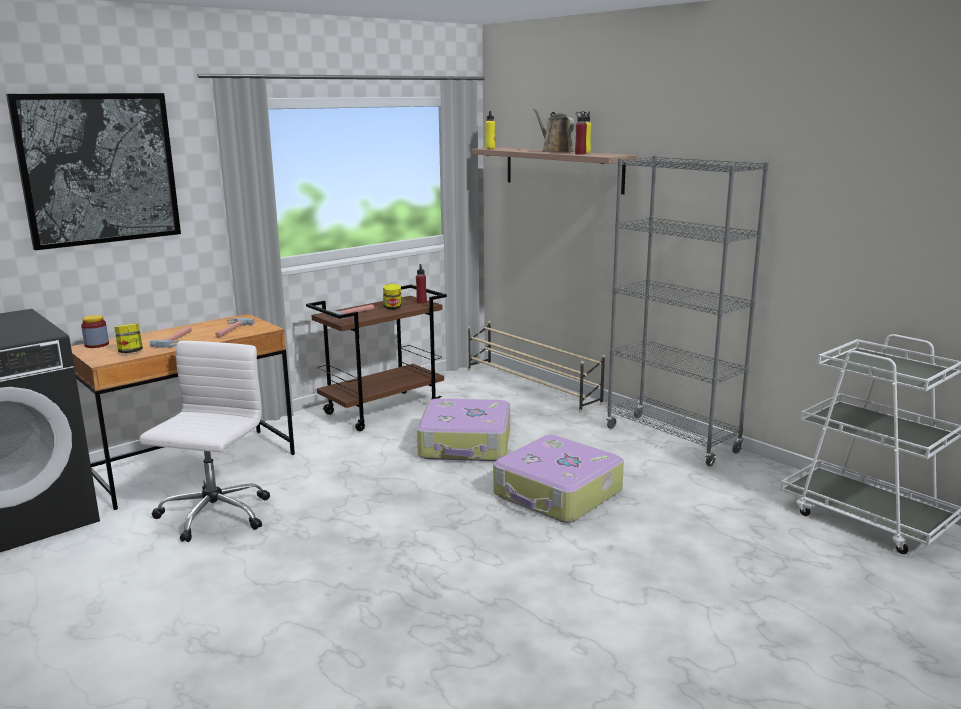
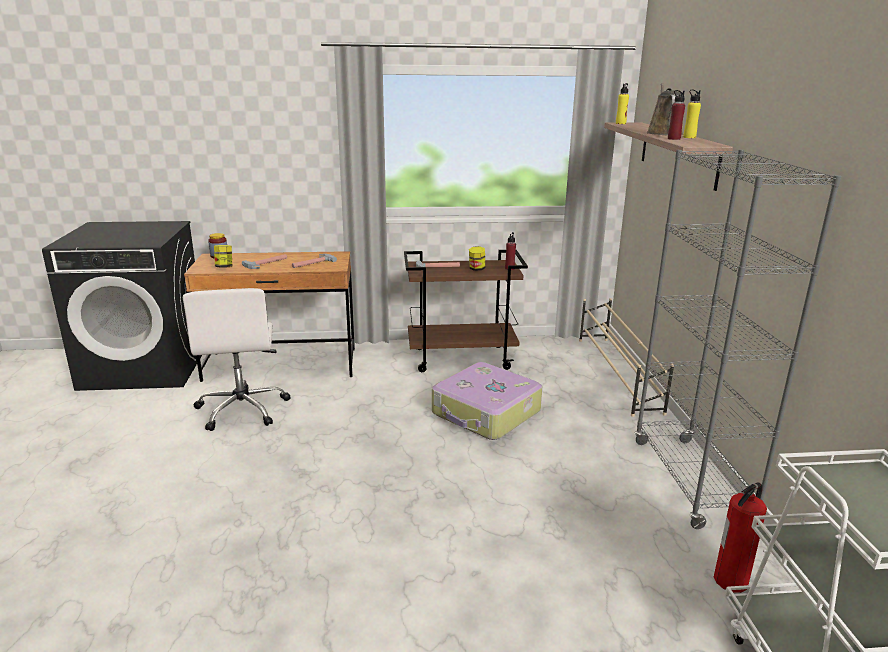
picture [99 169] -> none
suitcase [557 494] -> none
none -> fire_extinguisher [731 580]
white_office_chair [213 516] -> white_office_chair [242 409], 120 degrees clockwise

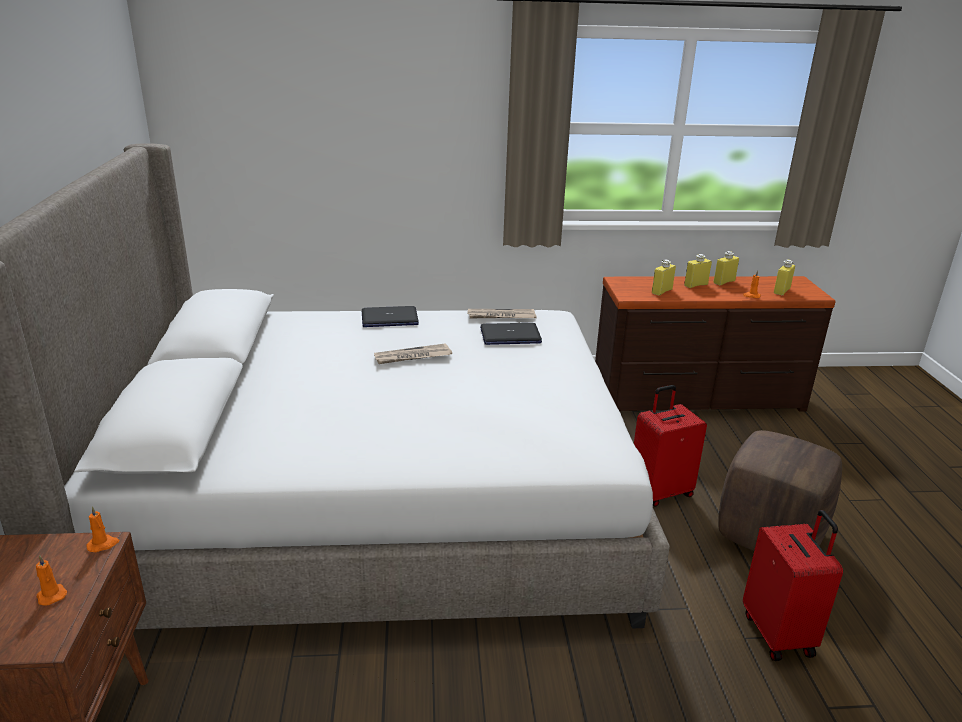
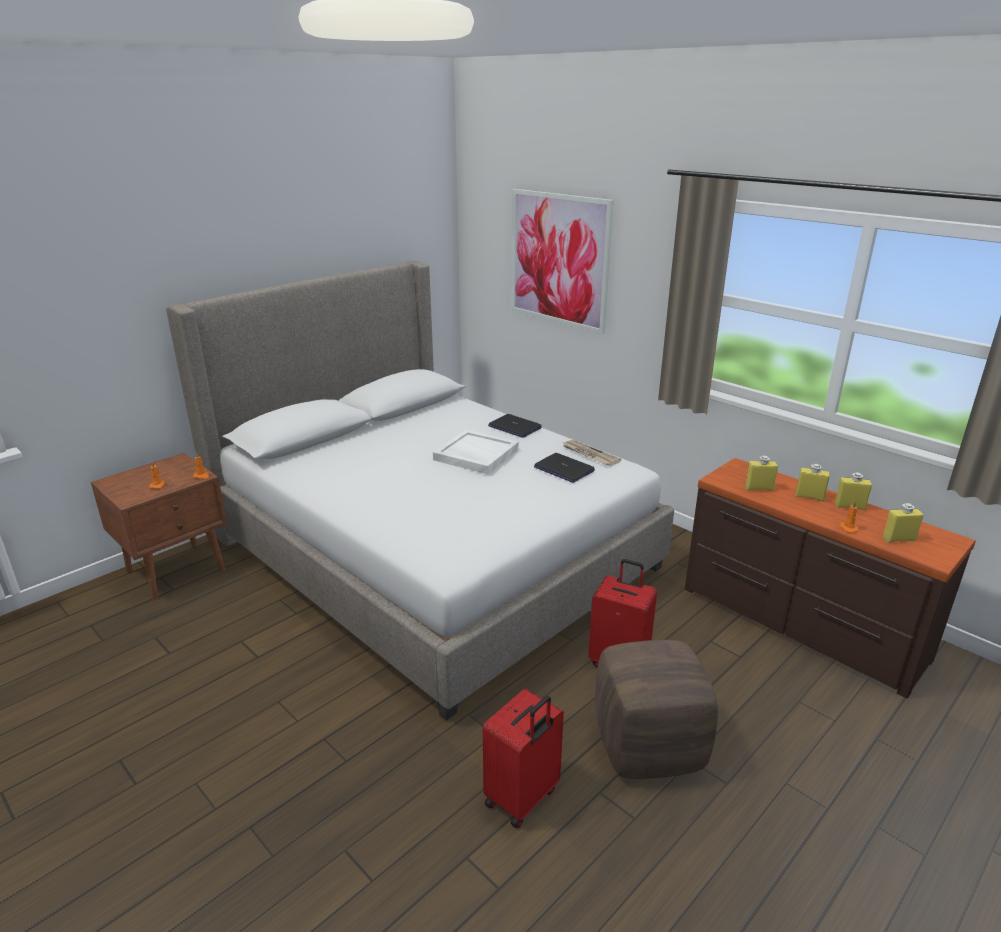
none -> picture [558 260]
newspaper [412 357] -> white_tray [475 455]

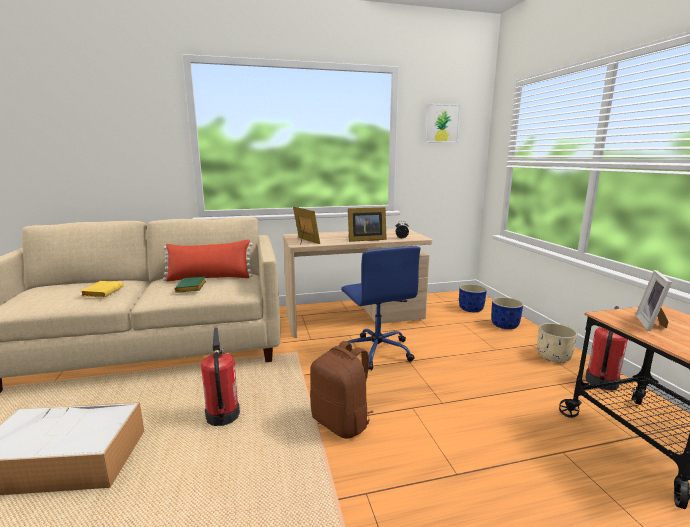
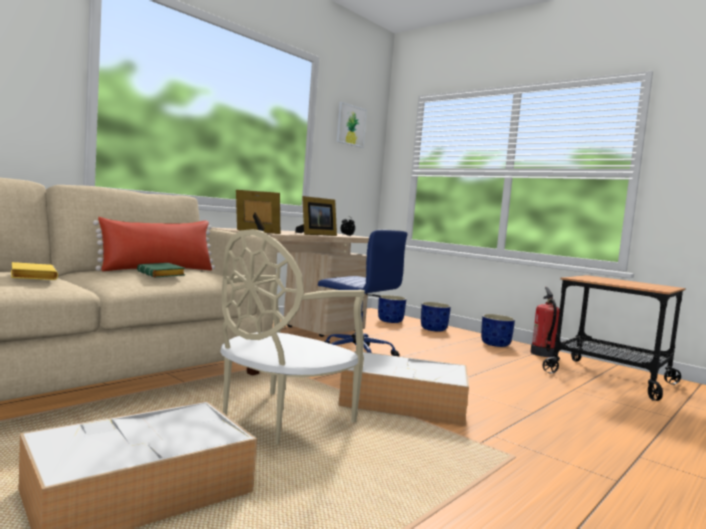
picture_frame [652 324] -> none
fire_extinguisher [222 417] -> beige_chair [280 420]
brown_backpack [342 422] -> storage_box [405 402]
beige_planter [554 357] -> blue_planter [495 344]

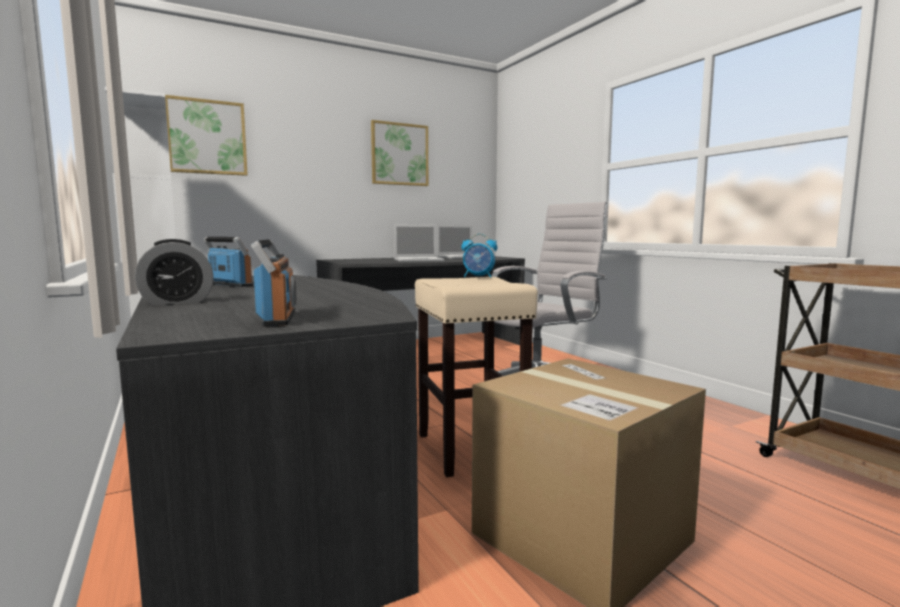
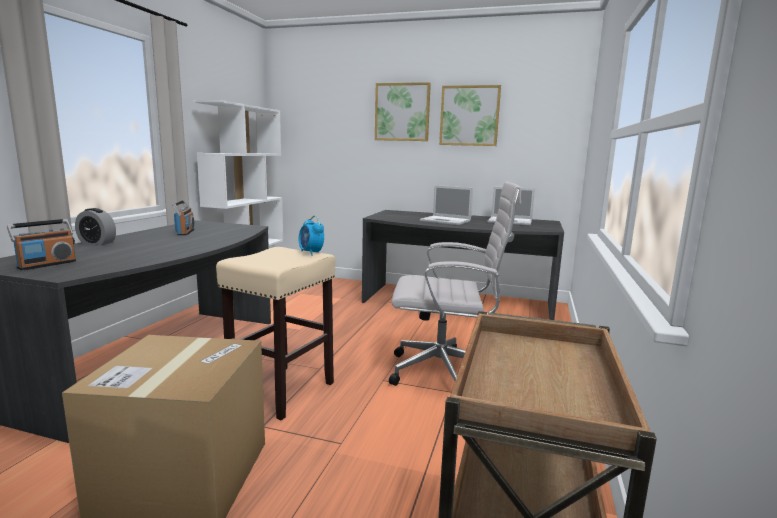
picture [207 137] -> picture [402 112], move

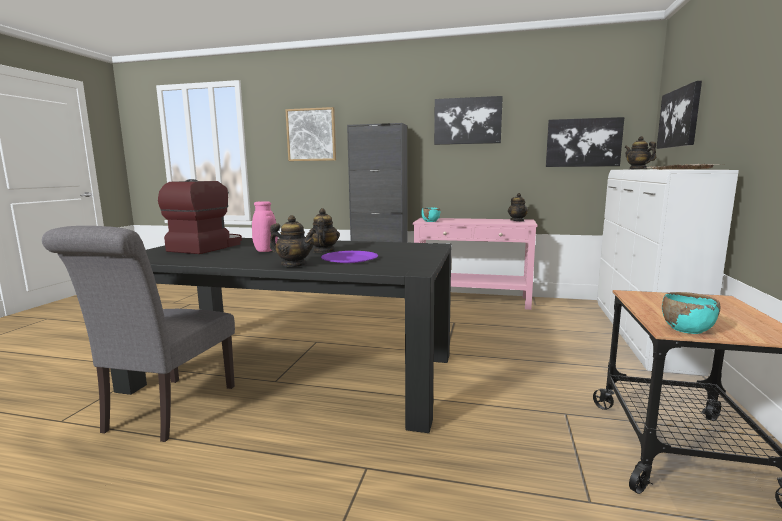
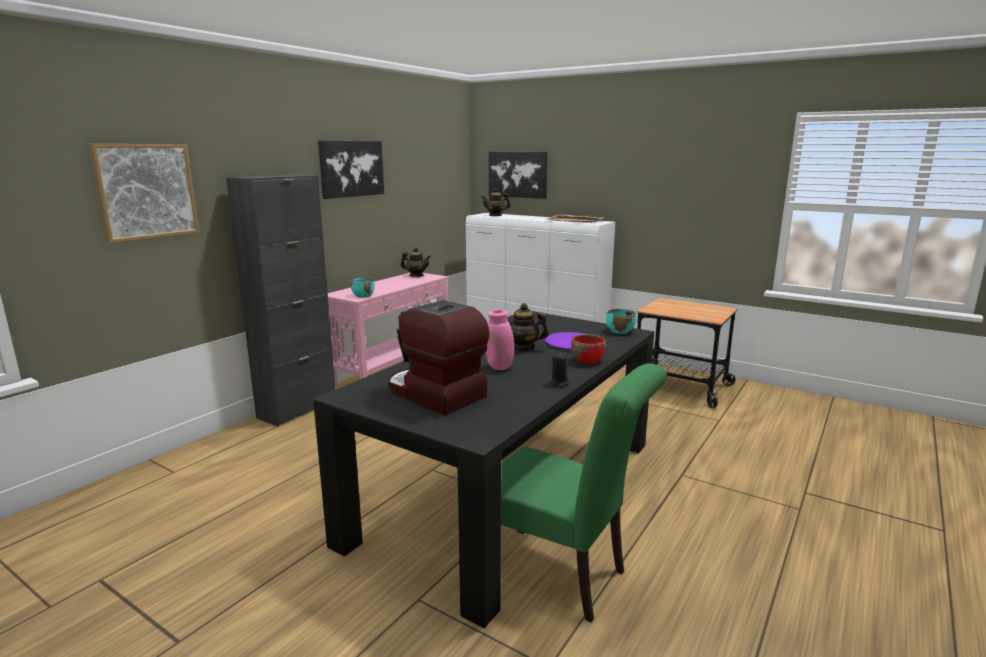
picture [583 142] -> none
none -> black_candle [559 383]
turquoise_bowl [686 329] -> turquoise_bowl [619 331], move
teapot [294 265] -> red_bowl [587 361]
grey_chair [166 411] -> green_chair [560 575]

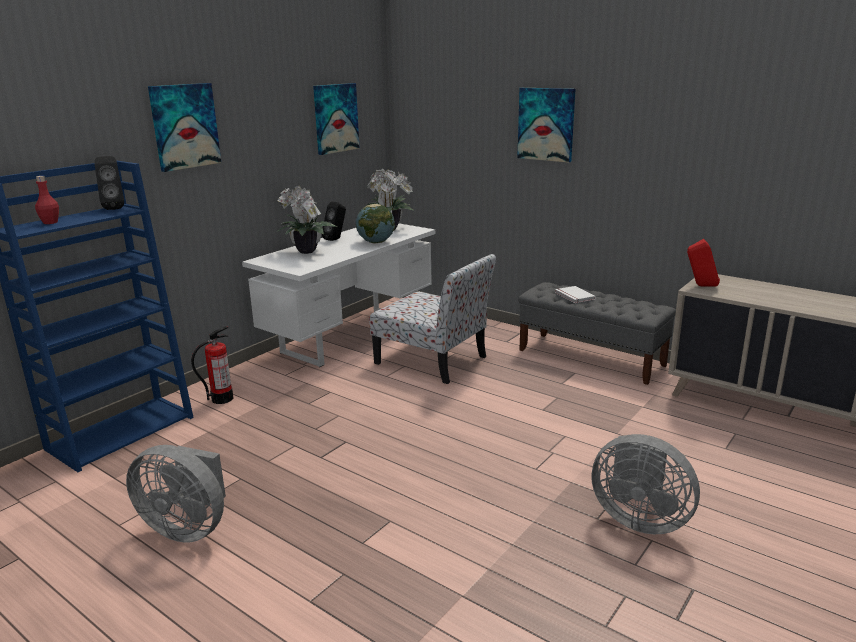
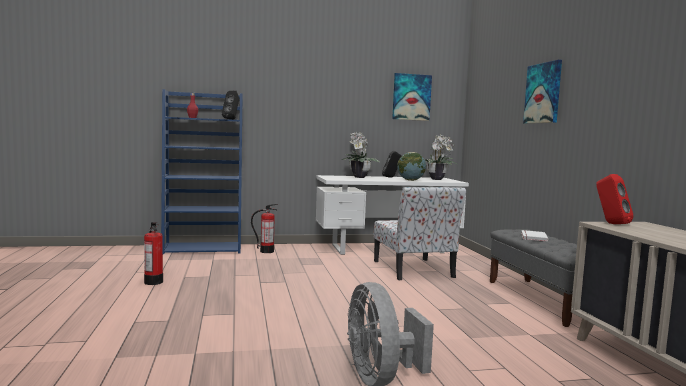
picture [184 126] -> none
grey_fan [188 527] -> fire_extinguisher [153 282]

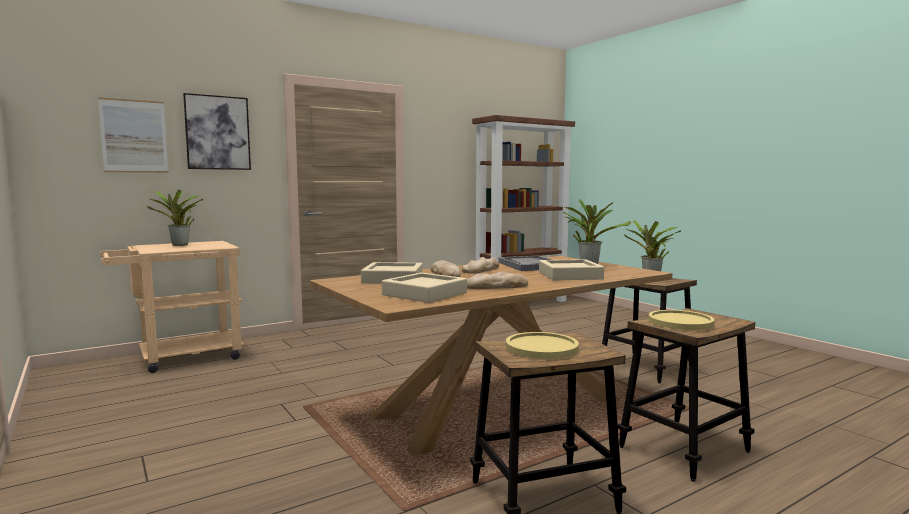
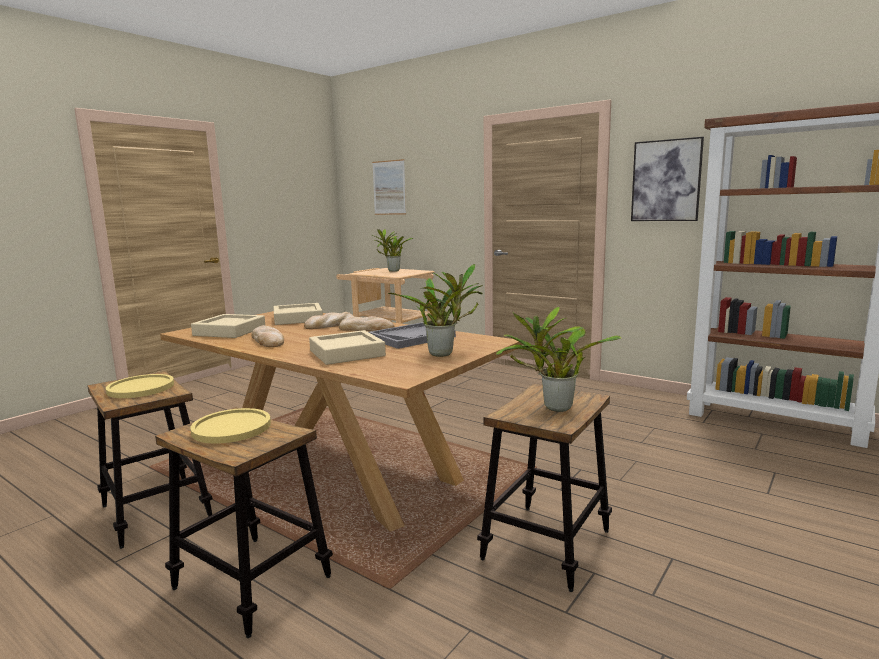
picture [217 133] -> picture [666 181], move

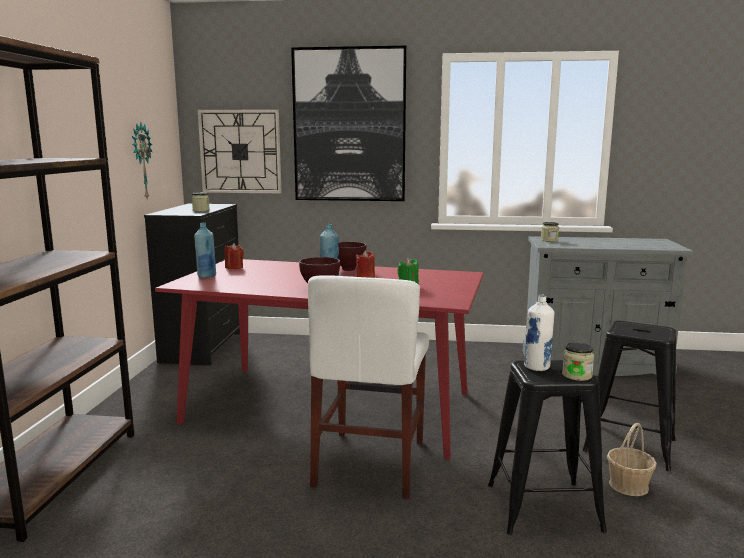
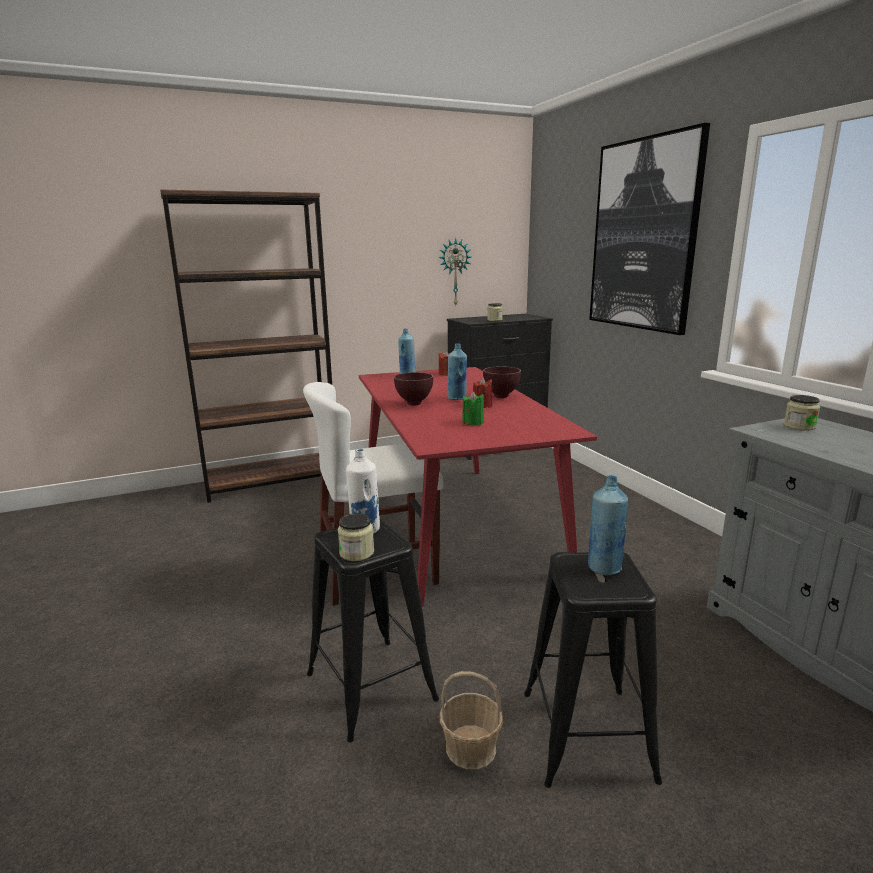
wall_clock [240 151] -> none
none -> blue_bottle [604 568]

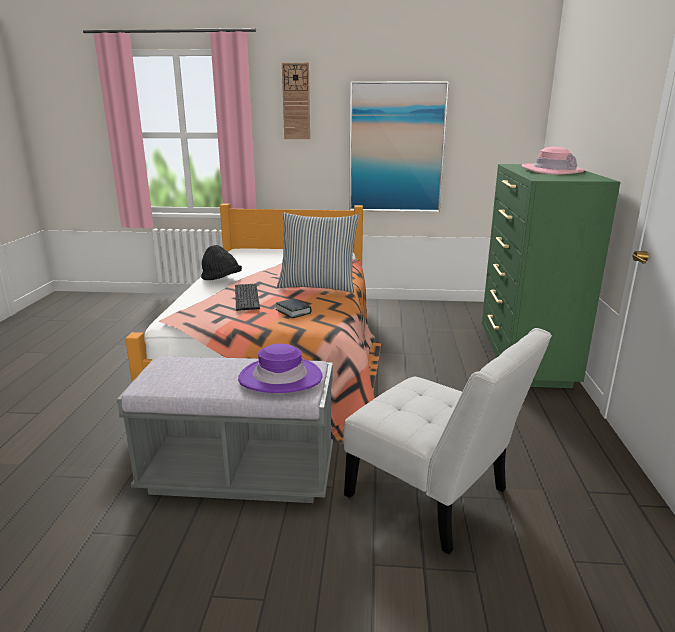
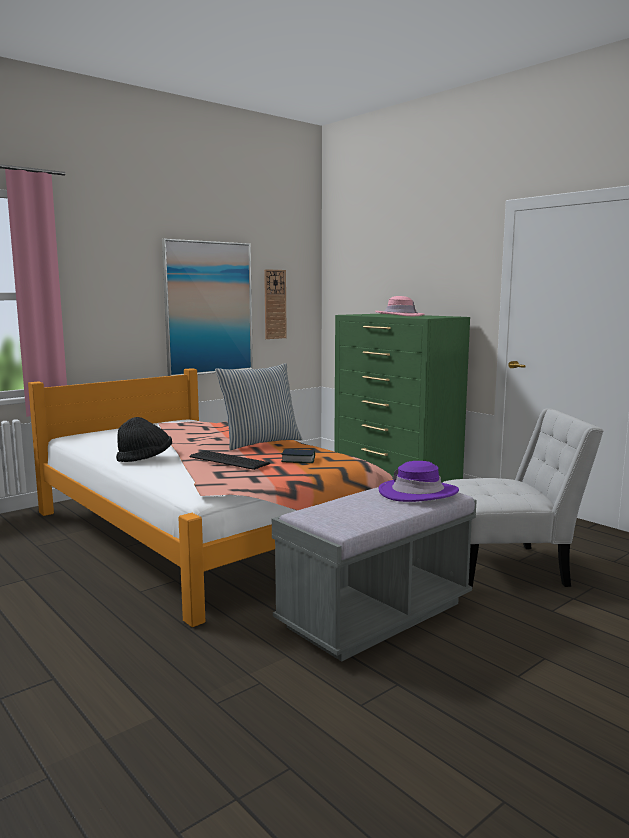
wall_clock [296 101] -> wall_clock [275 304], move

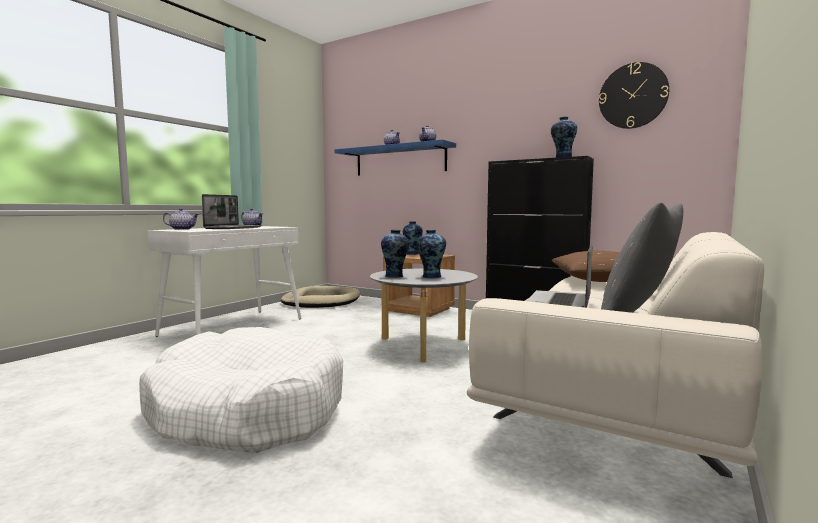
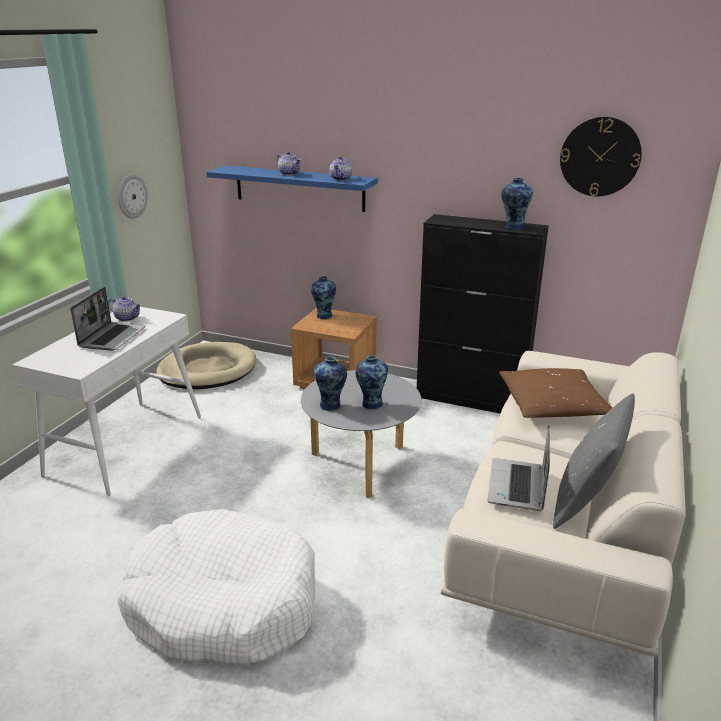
teapot [182 229] -> none
none -> wall_clock [131 196]

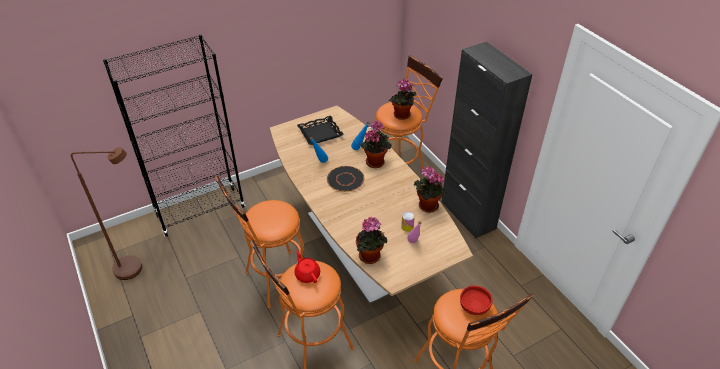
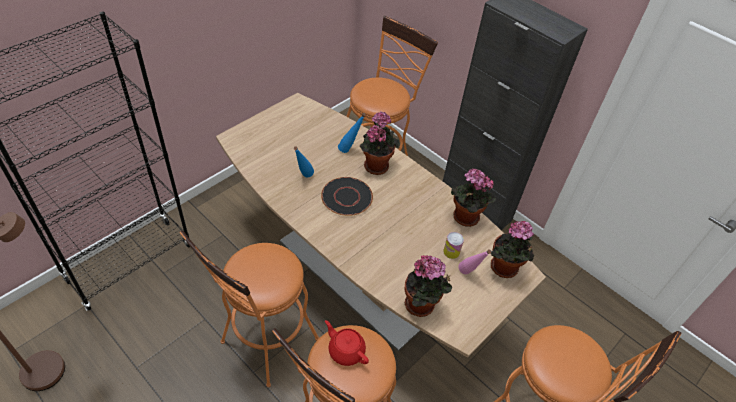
black_tray [320 133] -> none
red_bowl [473 306] -> none
potted_plant [401 116] -> potted_plant [505 269], move

